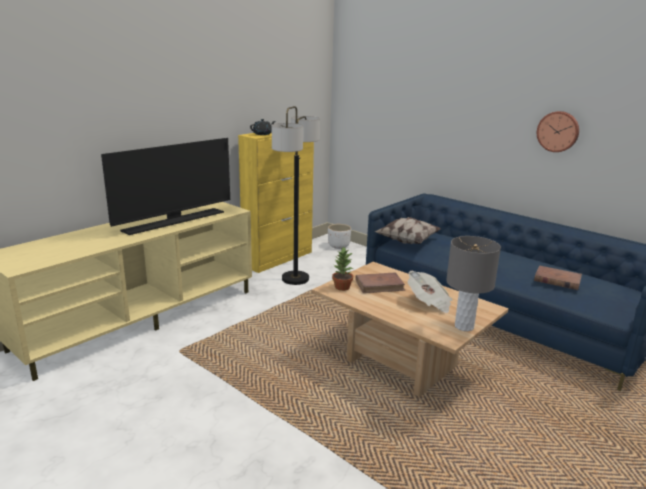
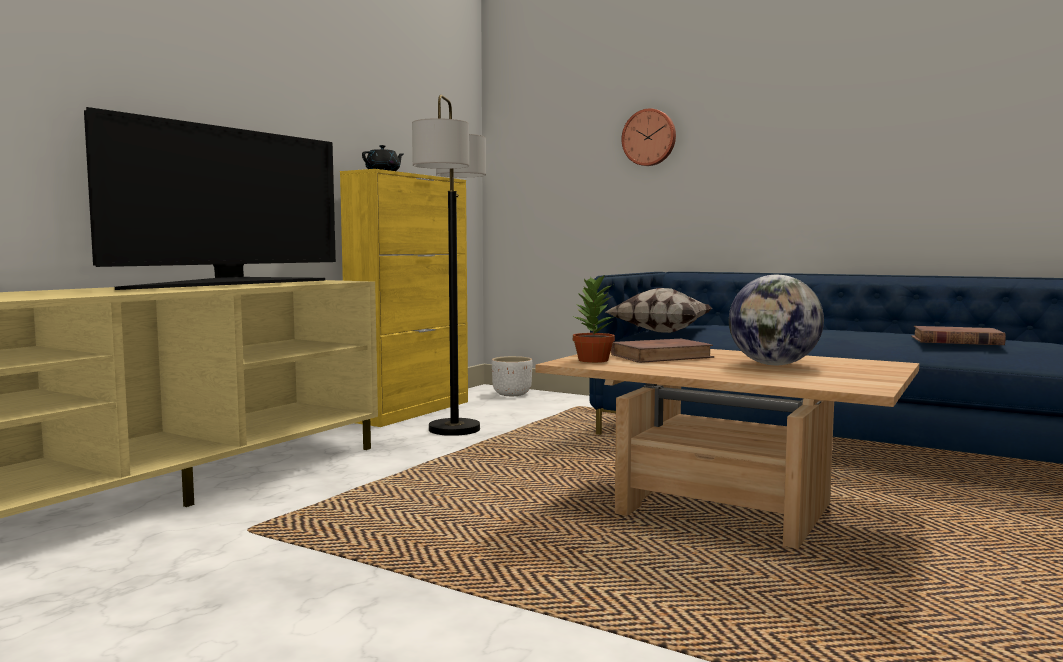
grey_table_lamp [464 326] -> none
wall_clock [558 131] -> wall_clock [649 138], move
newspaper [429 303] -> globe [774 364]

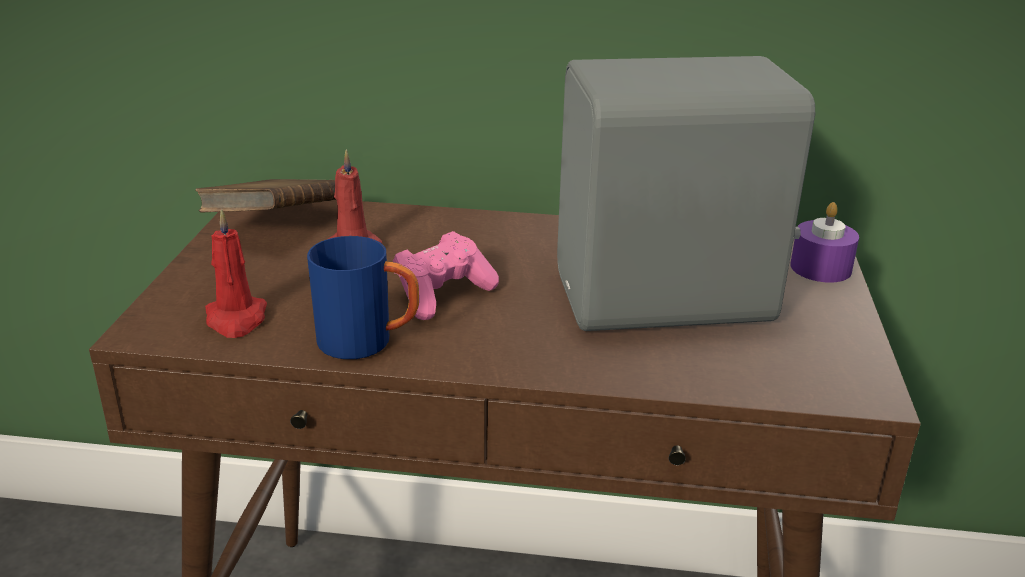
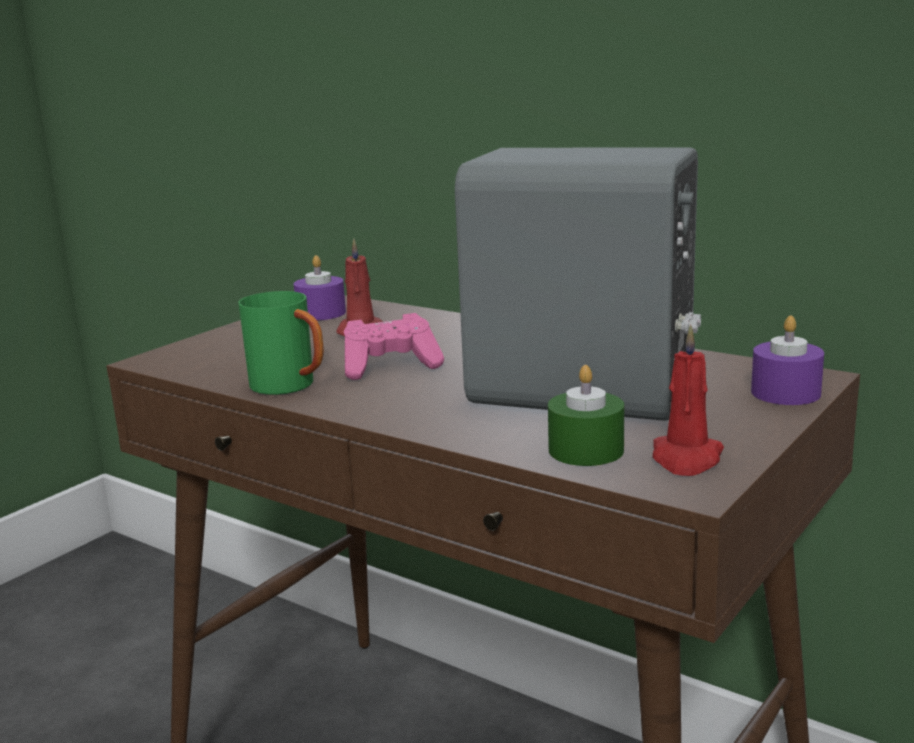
none -> green_candle [586 450]
red_candle [236 319] -> red_candle [686 459], move
brown_book [274 226] -> purple_candle [321 313]
blue_mug [368 342] -> green_mug [292 387]

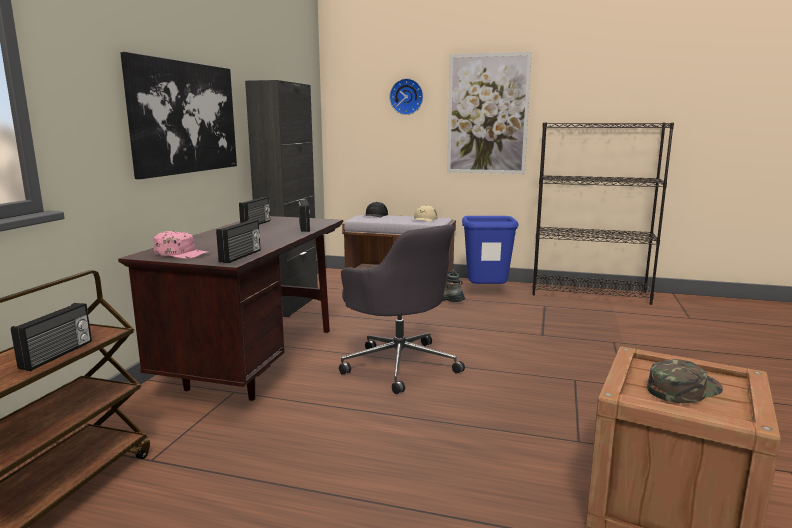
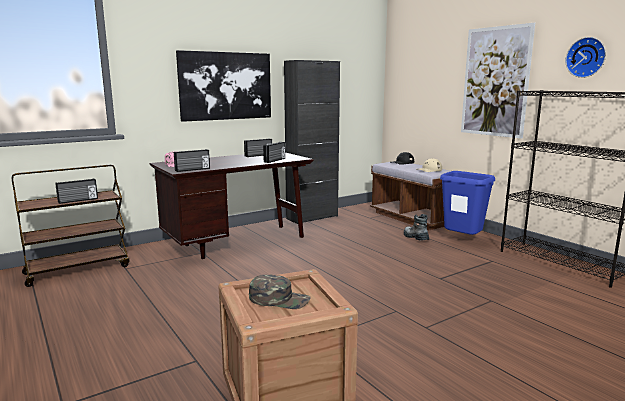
grey_office_chair [399 364] -> none
wall_clock [407 96] -> wall_clock [586 57], move

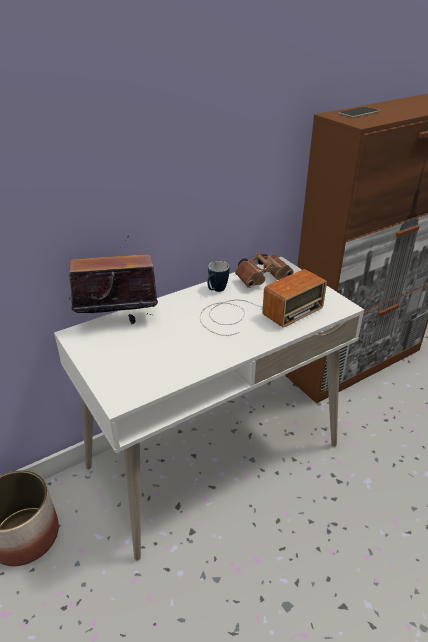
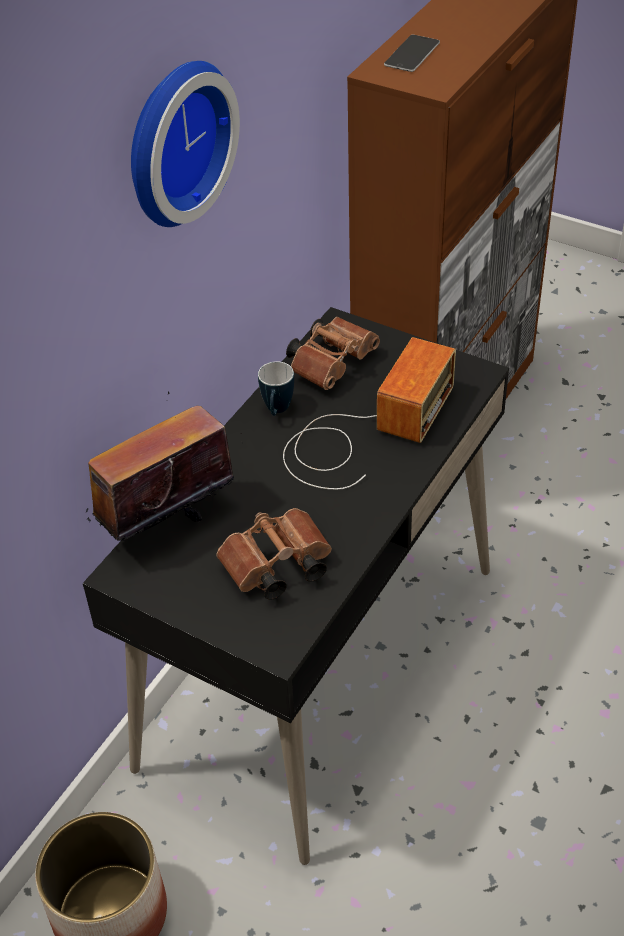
none -> wall_clock [172 141]
none -> brown_binoculars [275 568]
white_desk [213 456] -> black_desk [319 665]

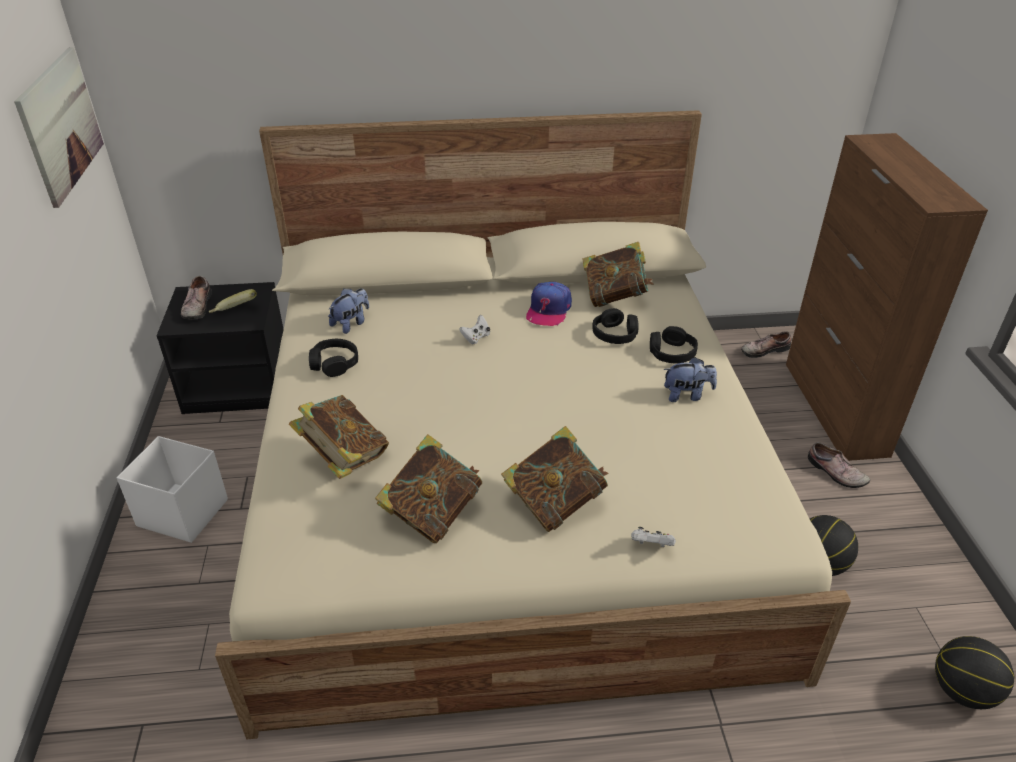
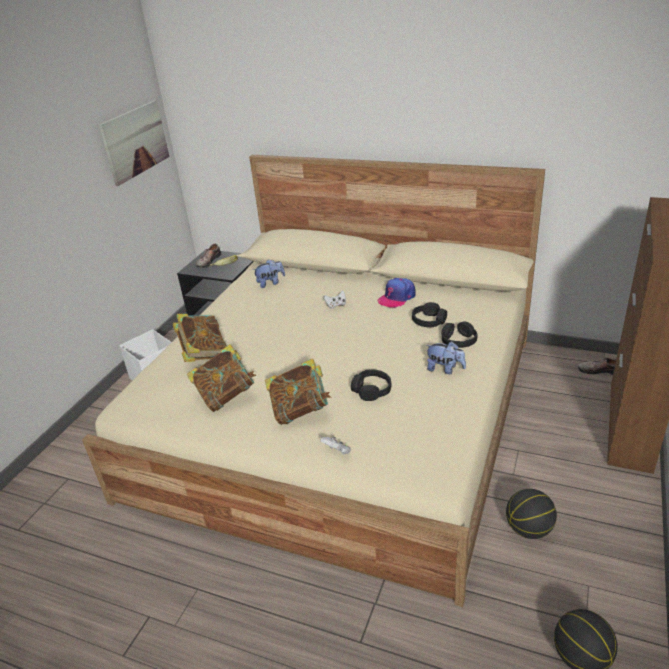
book [615 297] -> none
shoe [835 473] -> none
black_headphones [334 363] -> black_headphones [371 390], move

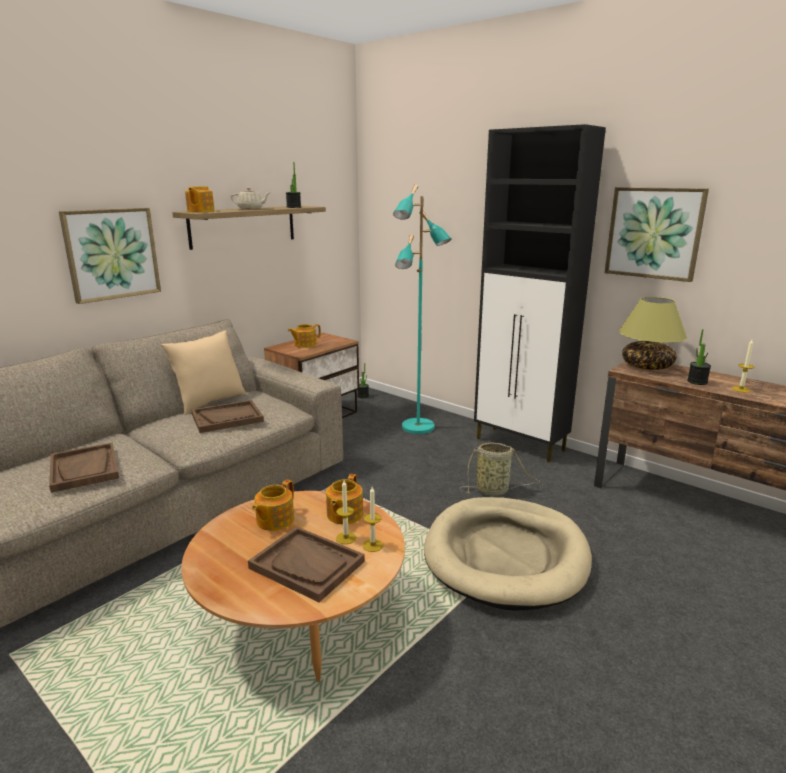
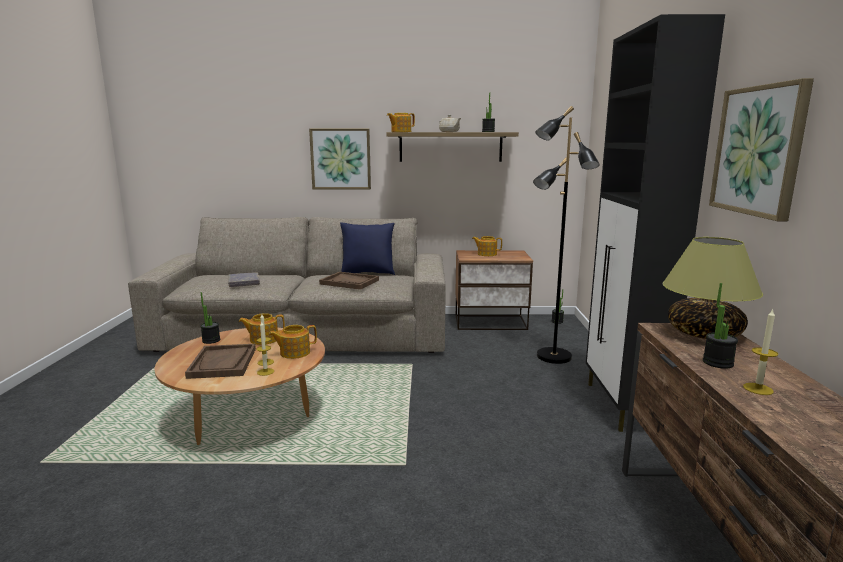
beige_dog_bed [506 556] -> none
basket [494 491] -> none
none -> potted_plant [211 340]
brown_tray [84 469] -> grey_book [244 282]
beige_pillow [209 402] -> blue_pillow [368 273]
turquoise_floor_lamp [418 427] -> black_floor_lamp [553 357]

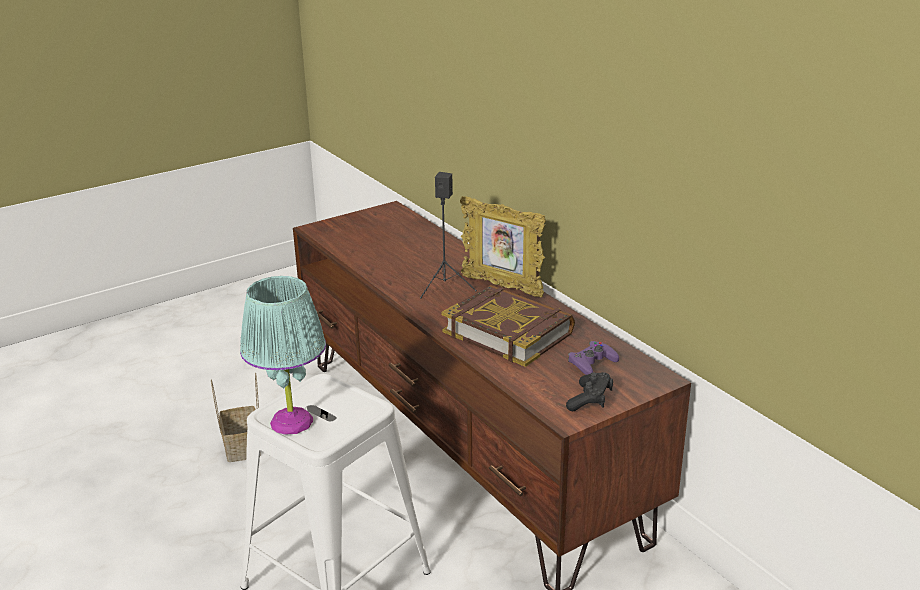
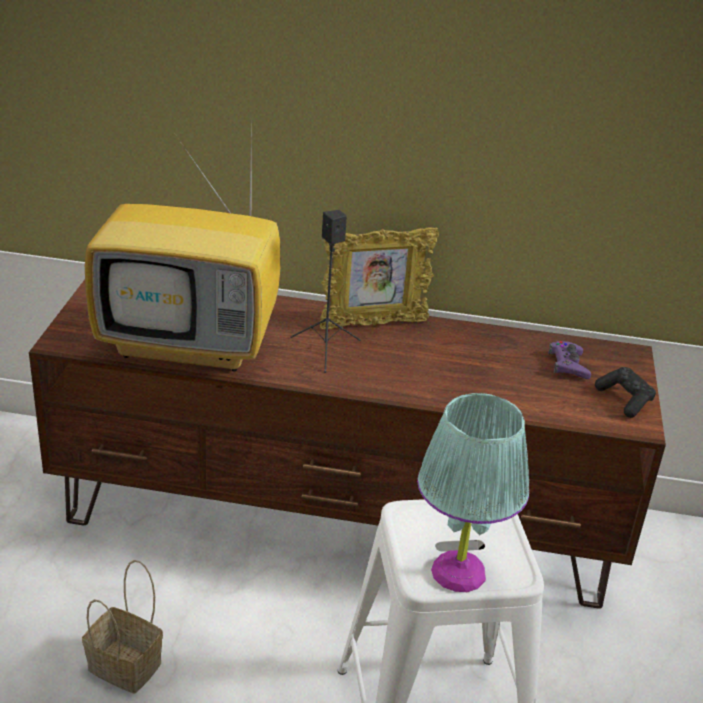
book [508 332] -> none
none -> television [192 345]

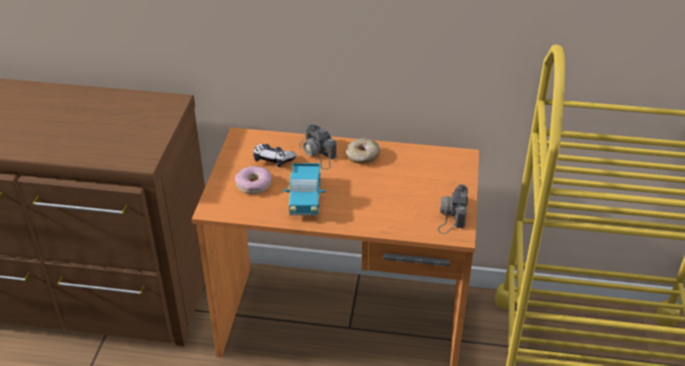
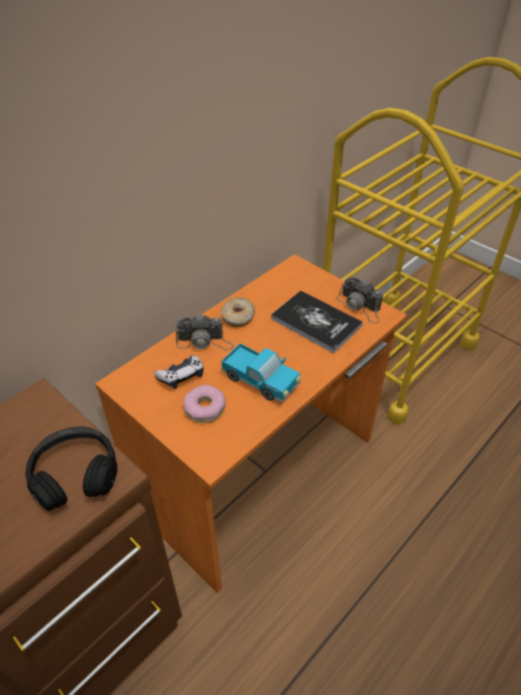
none -> black_headphones [75 474]
none -> book [316 322]

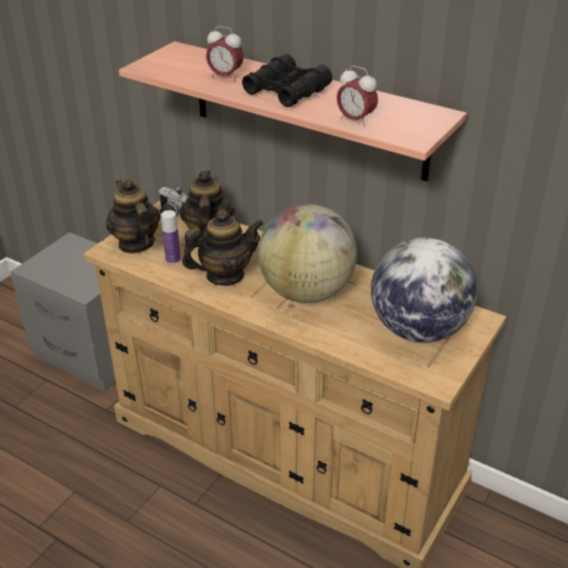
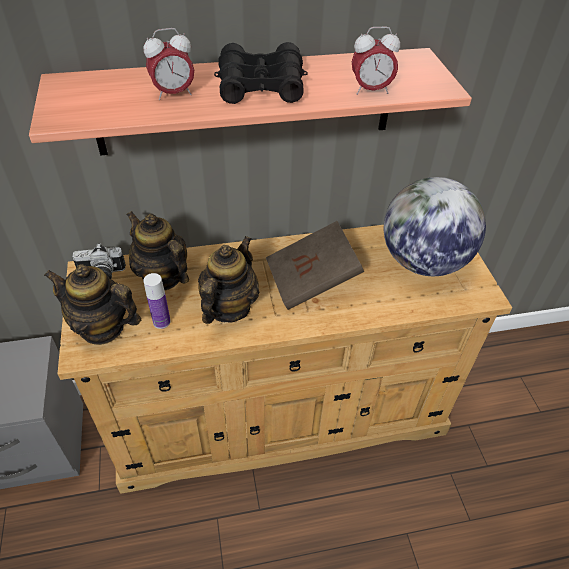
globe [306 292] -> brown_book [312 280]

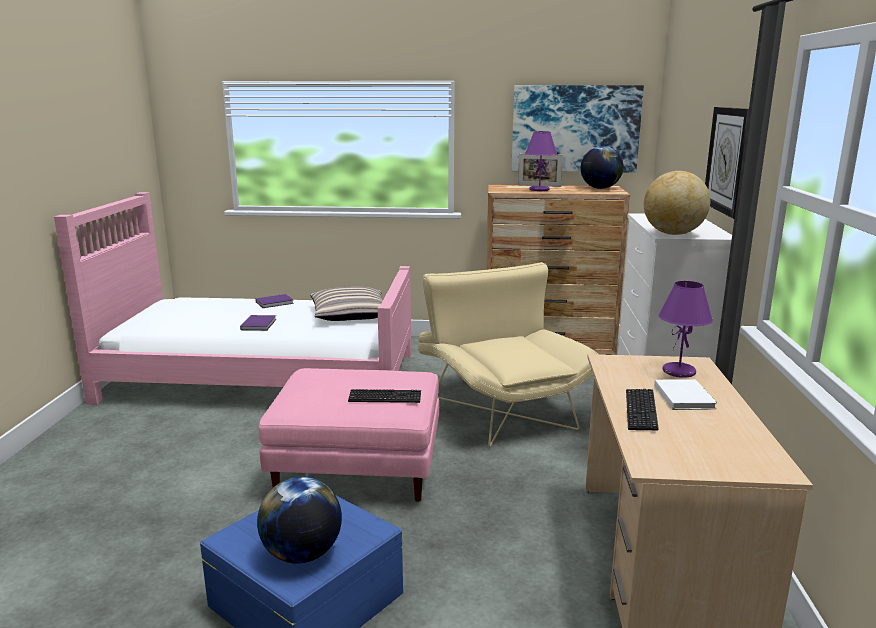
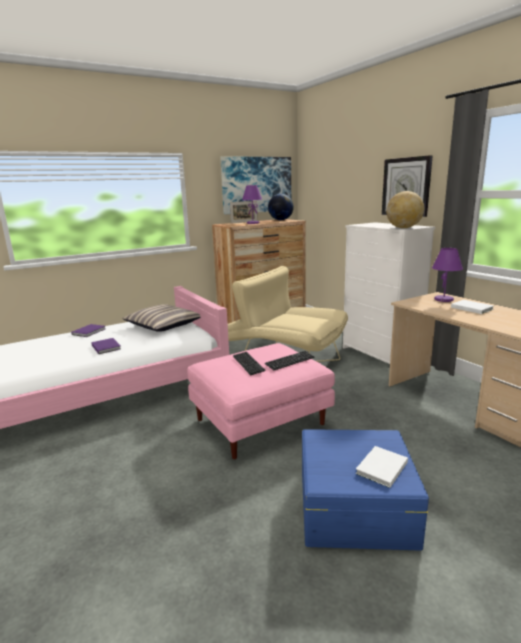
keyboard [640 411] -> keyboard [248 364], move
globe [302 554] -> white_book [380 468]

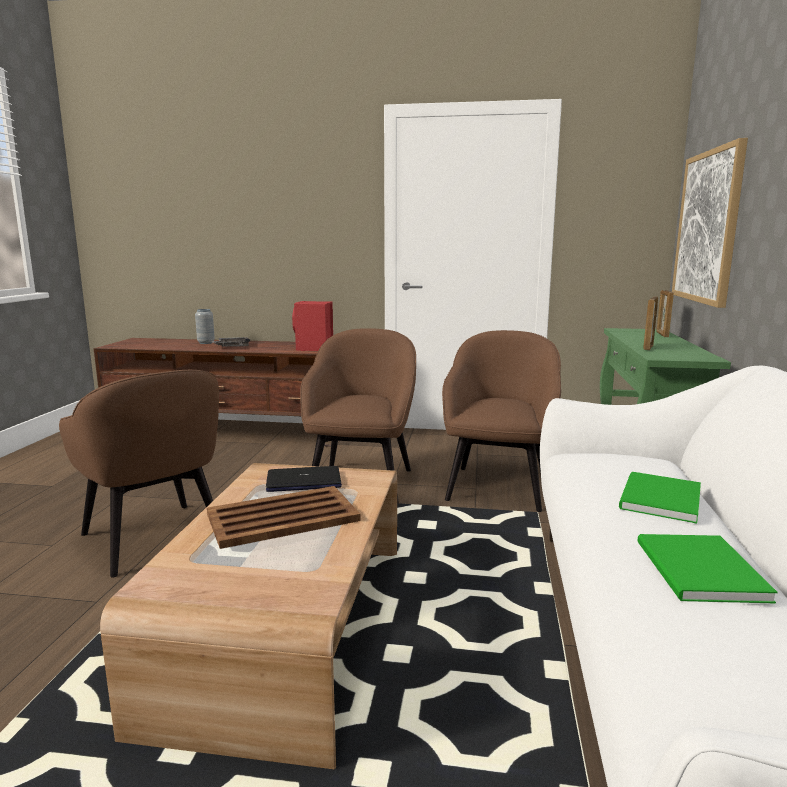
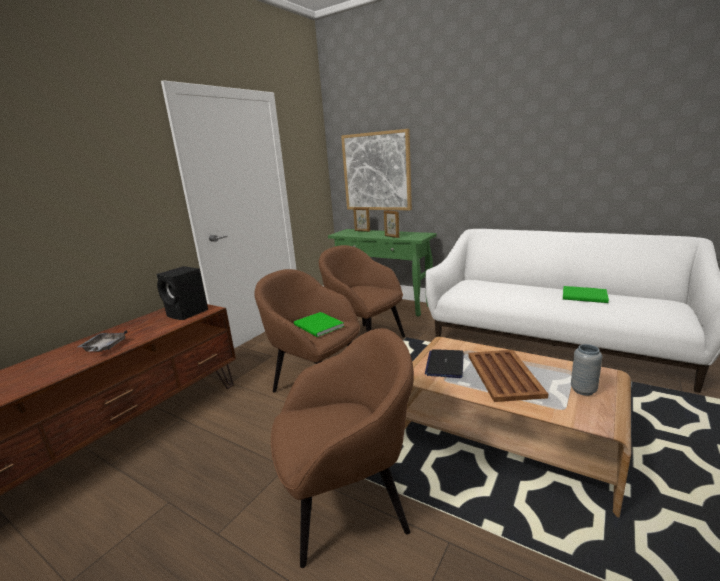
grey_vase [206 343] -> grey_vase [583 390], move
green_book [657 500] -> green_book [318 326], move
red_speaker [313 349] -> black_speaker [188 313]

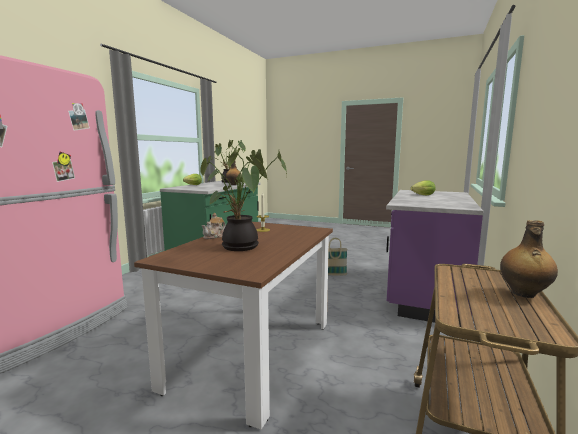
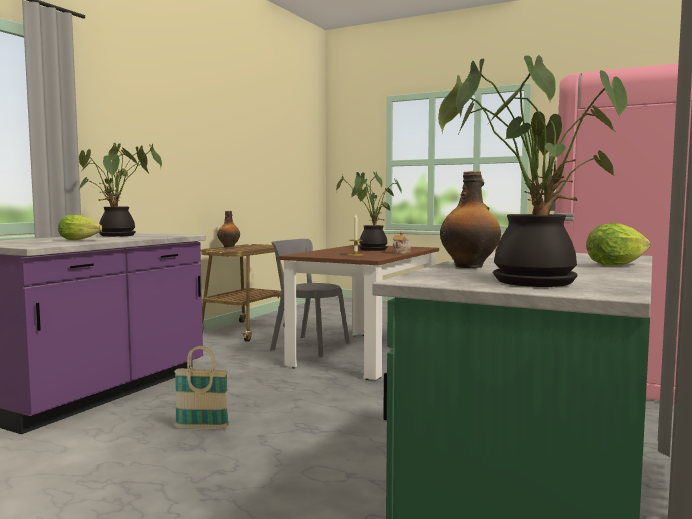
none -> potted_plant [118 235]
none -> grey_chair [307 346]

